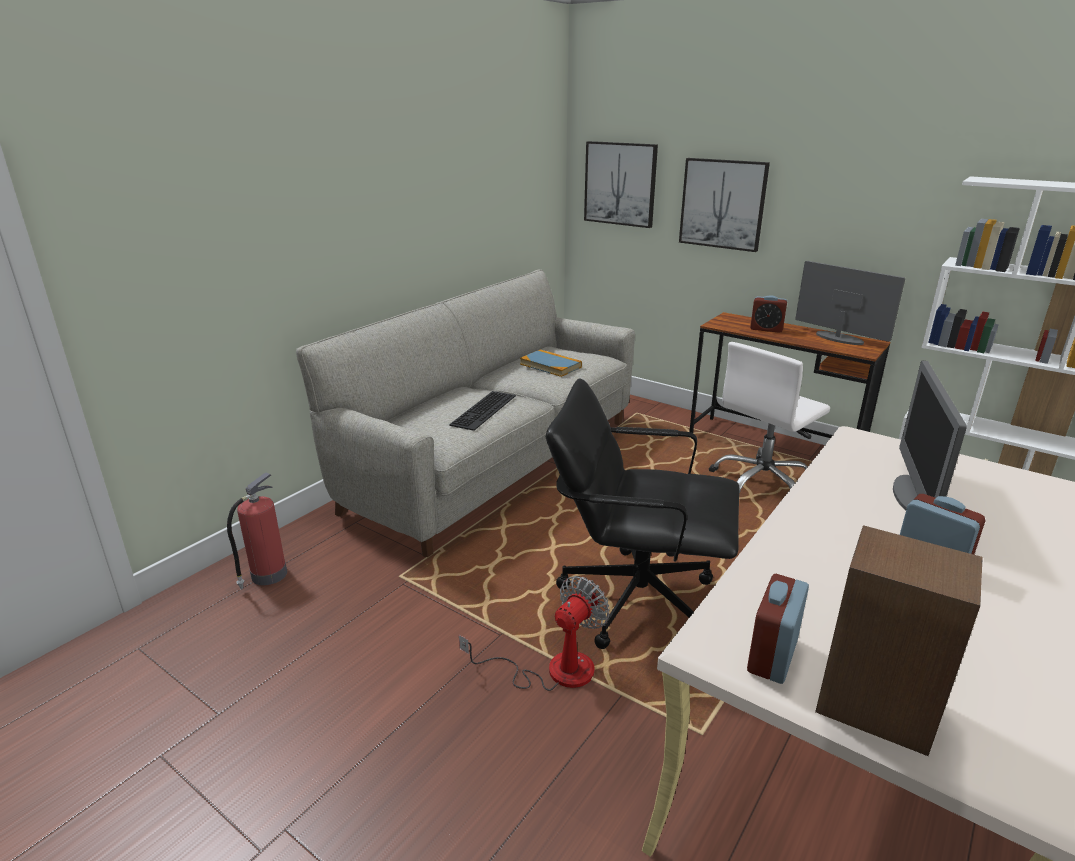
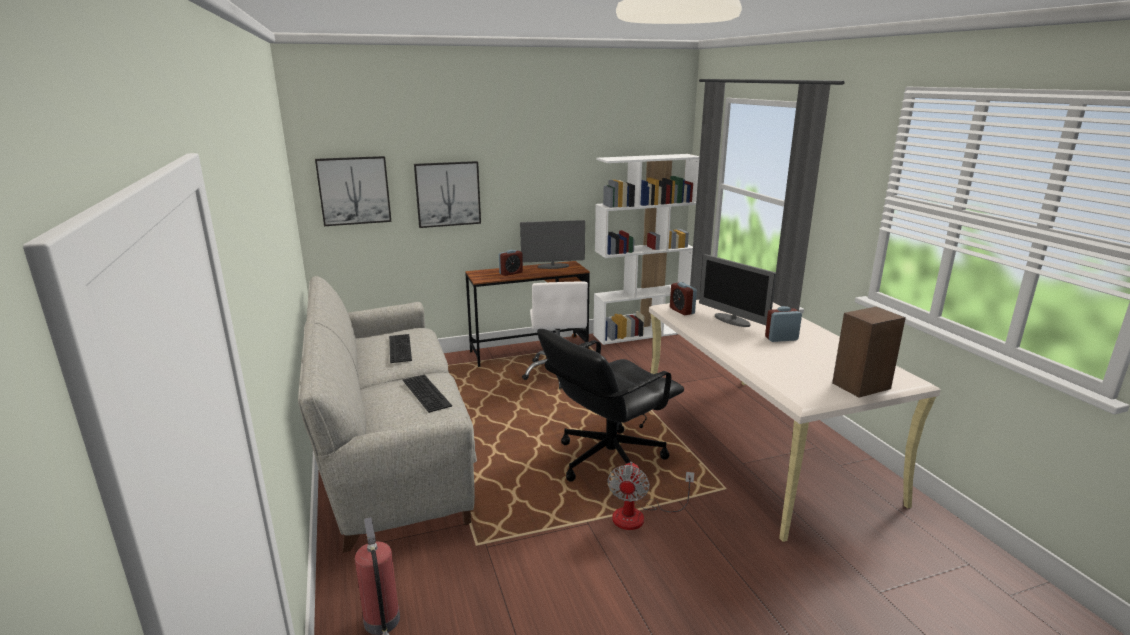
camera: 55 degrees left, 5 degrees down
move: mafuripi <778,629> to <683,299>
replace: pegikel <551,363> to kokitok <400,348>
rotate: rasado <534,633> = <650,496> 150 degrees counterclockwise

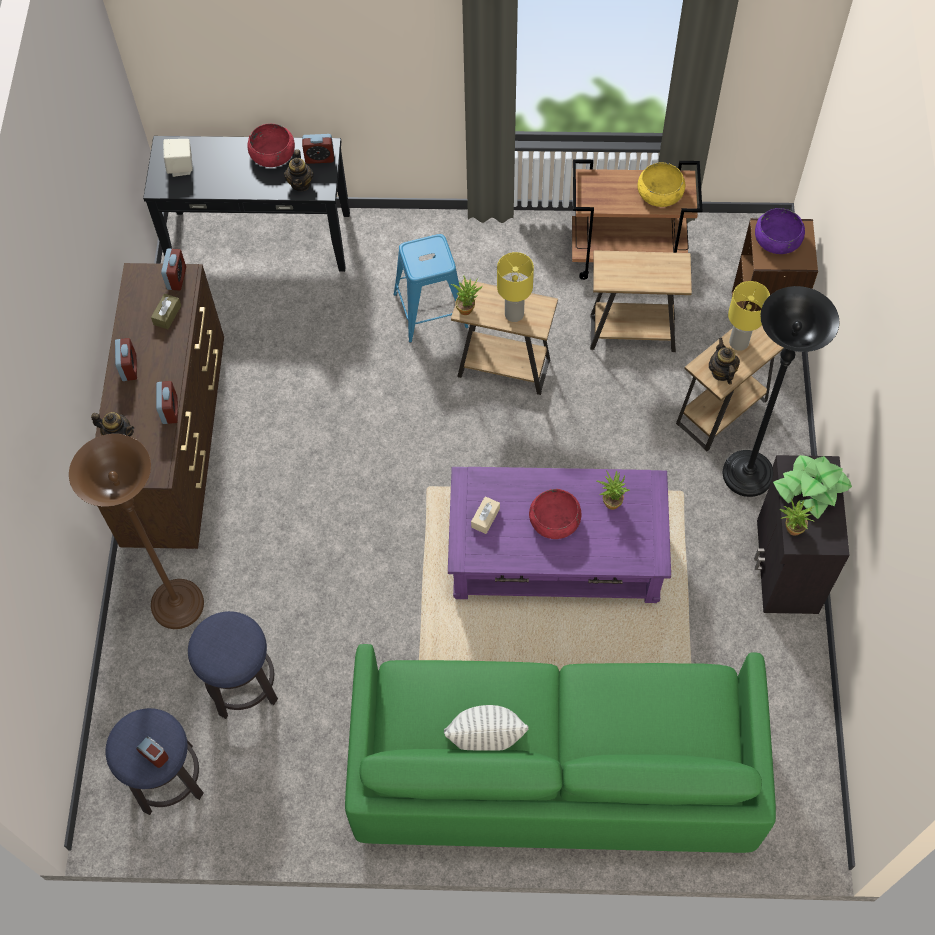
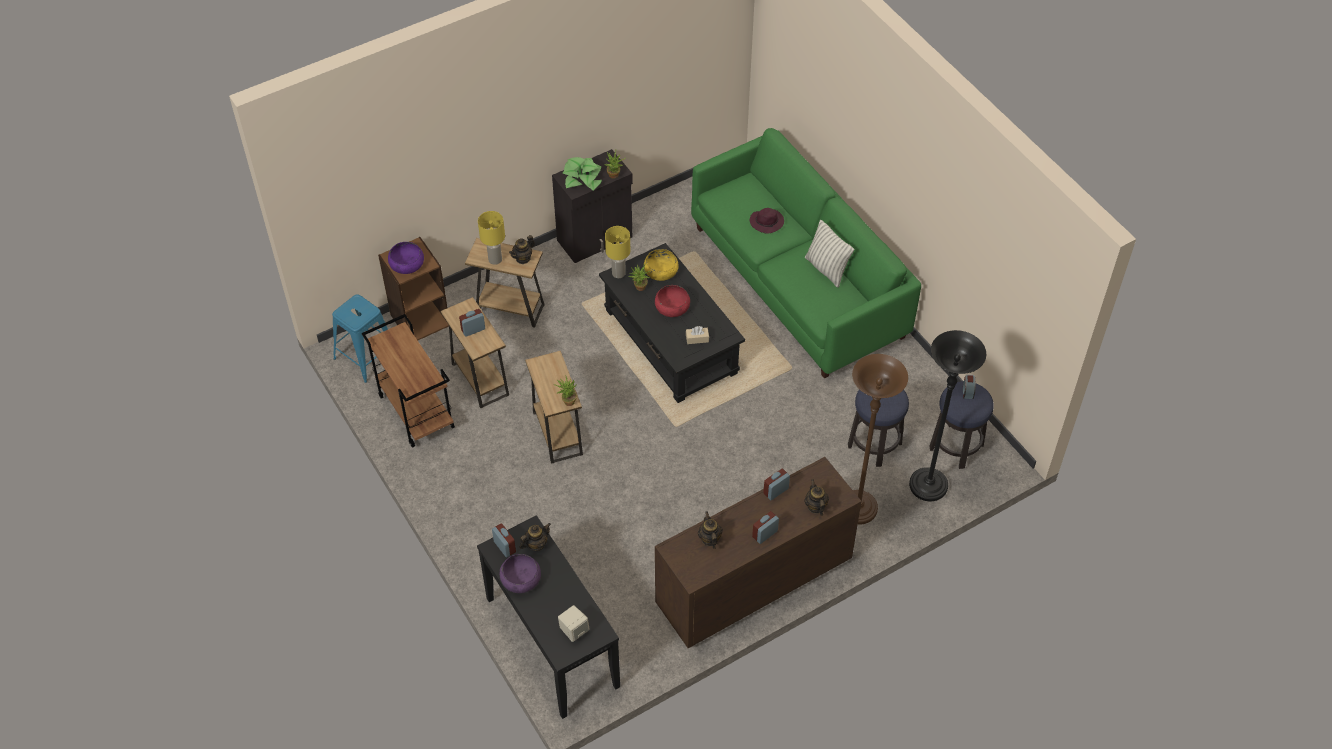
camera: 125 degrees left, 10 degrees down
insert: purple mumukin <767,221>
move: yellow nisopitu <661,185> to <661,265>; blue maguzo <431,288> to <360,338>; mafuripi <173,269> to <472,323>; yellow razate <515,287> to <617,252>; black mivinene <781,391> to <947,415>
replace: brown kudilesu <166,311> to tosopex <710,530>
recolor: red nisopitu <271,145> to purple nisopitu <520,573>; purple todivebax <559,535> to black todivebax <672,323>

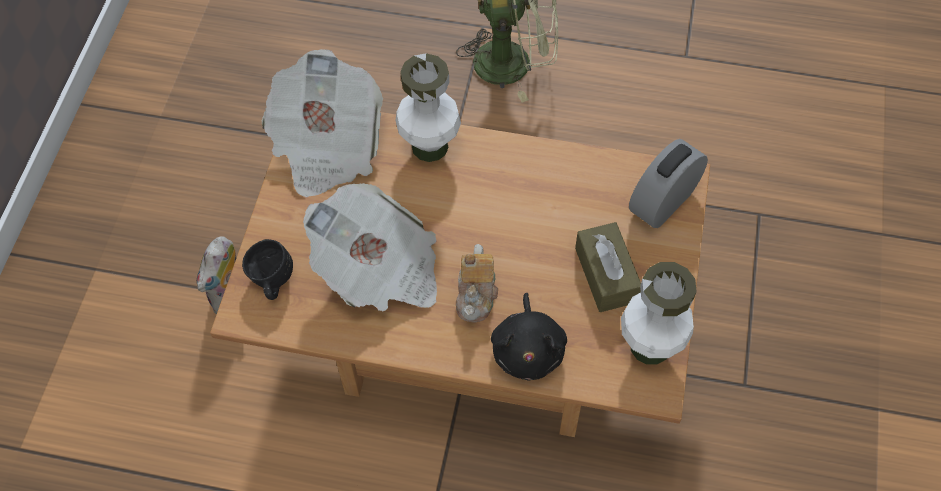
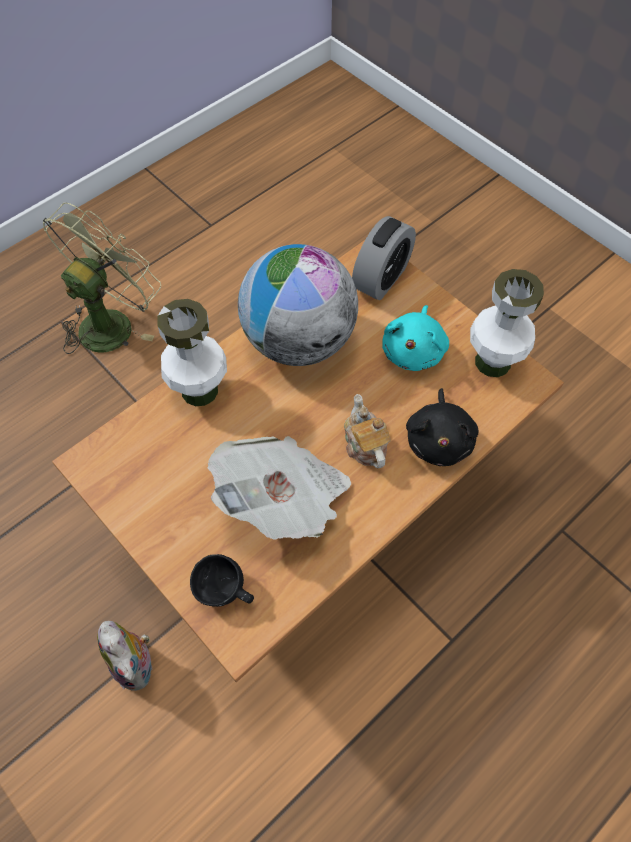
camera: 55 degrees left, 0 degrees up
delete: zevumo <322,123>
insert: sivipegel <298,305>
replace: brown kudilesu <608,267> to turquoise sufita <415,338>
rotate: mafuripi <668,183> = <384,258> 135 degrees counterclockwise; tosopex <477,283> = <367,431> 150 degrees counterclockwise; black sufita <529,337> = <442,427> 60 degrees clockwise

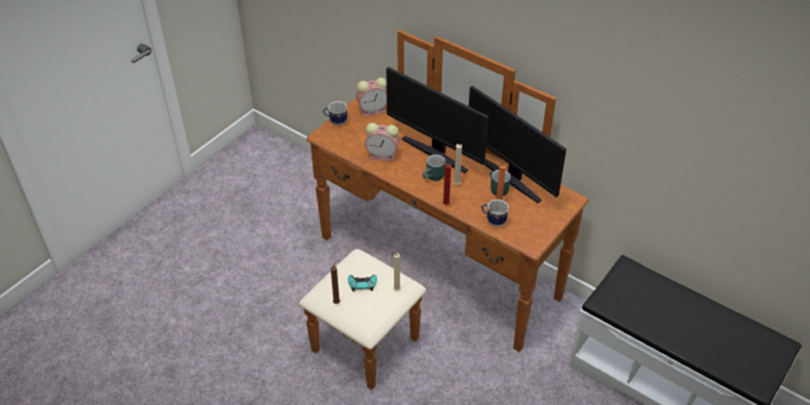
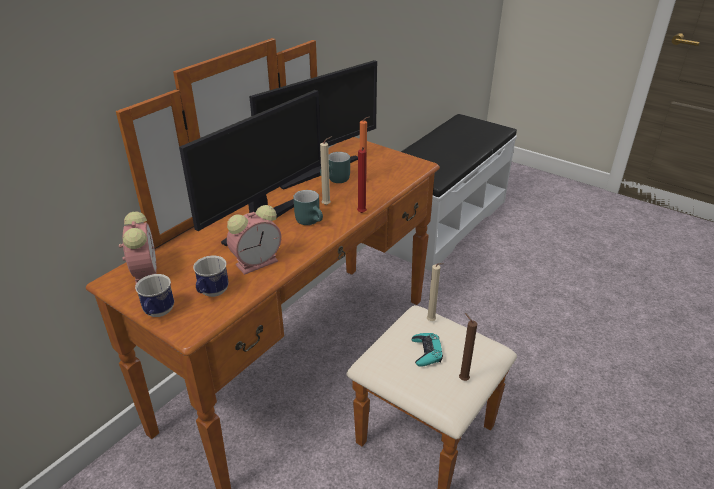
camera: 90 degrees left, 10 degrees down
move: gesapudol <495,212> to <211,276>
rotate: mafuripi <382,142> = <254,240> 45 degrees clockwise

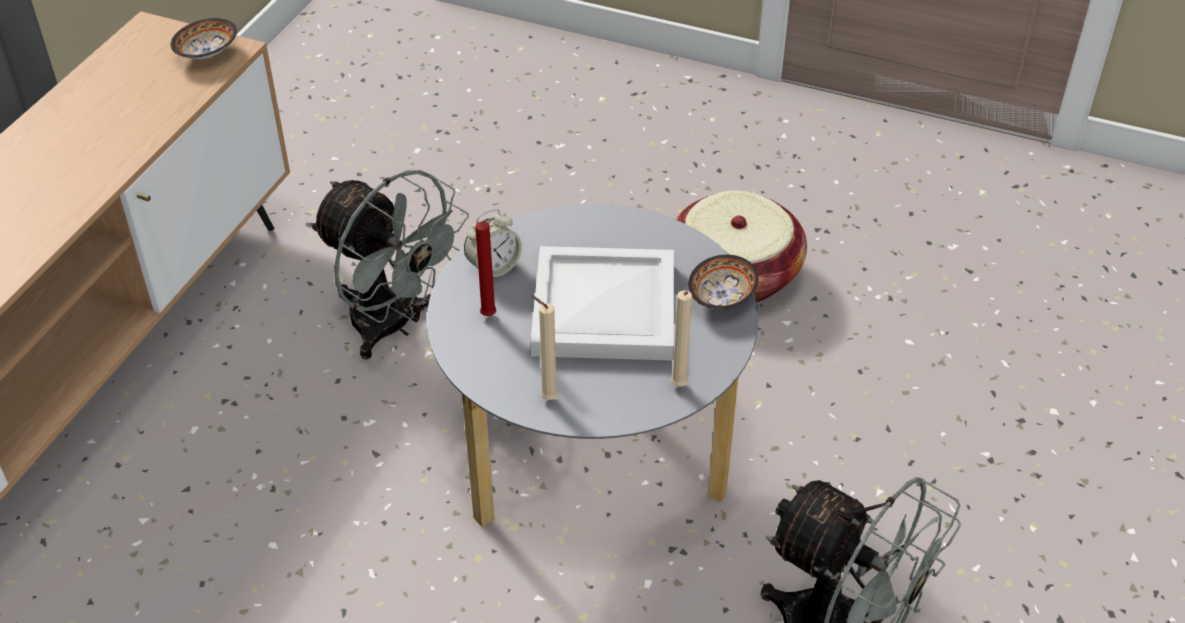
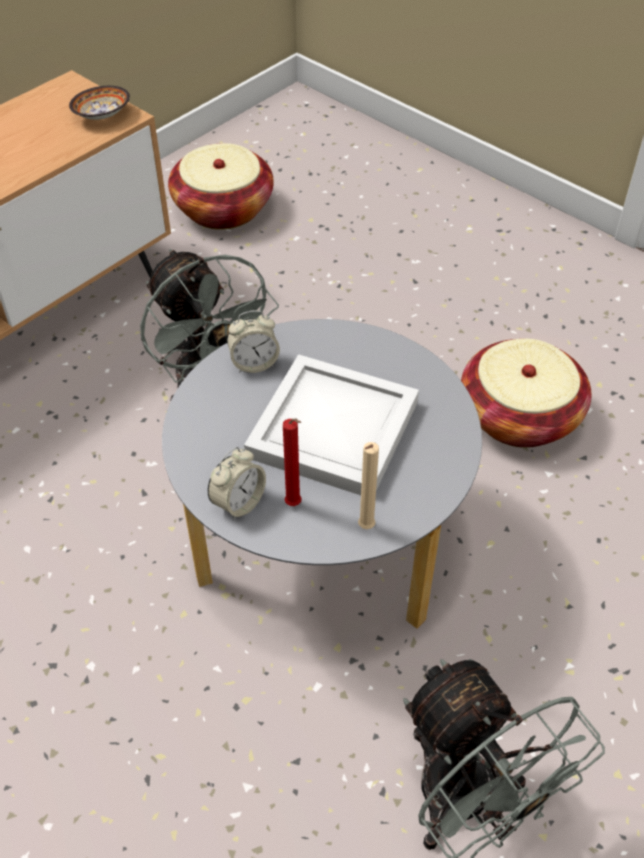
camera: 20 degrees right, 5 degrees up
delete: nisopitu <723,282>
insert: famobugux <221,186>
move: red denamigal <486,267> to <292,462>
replace: beige denamigal <544,347> to mafuripi <237,483>

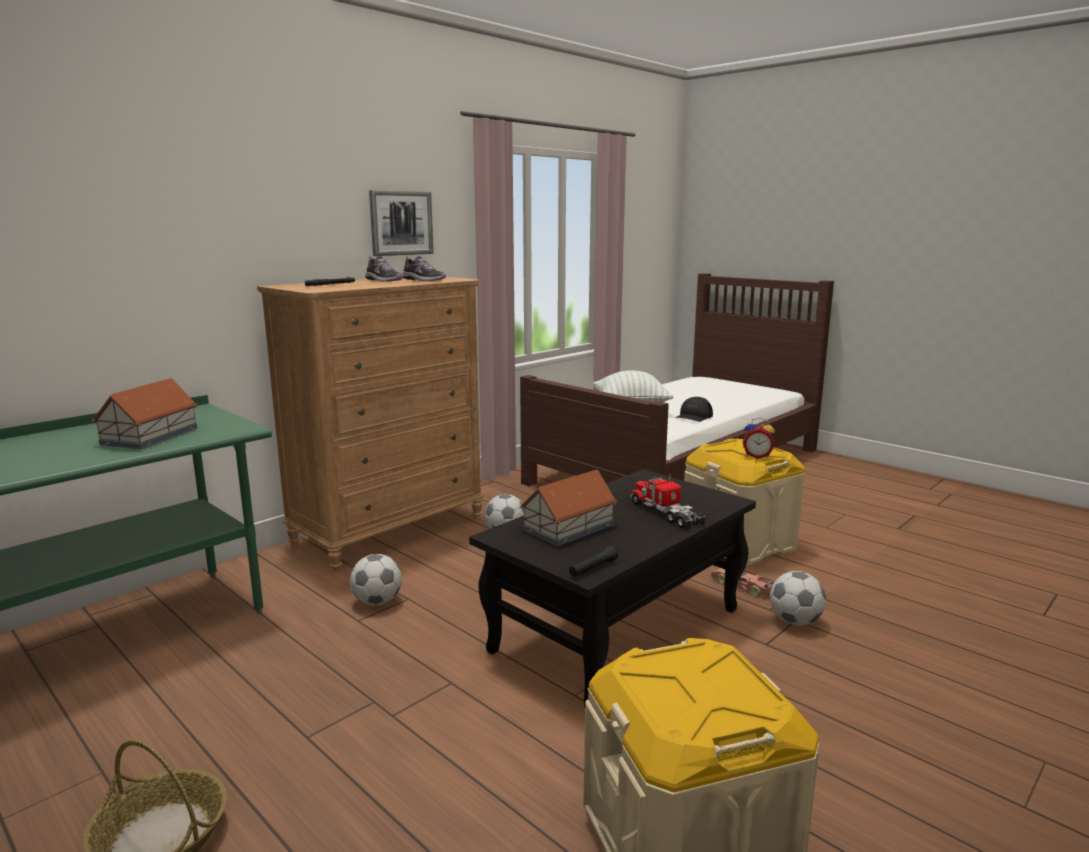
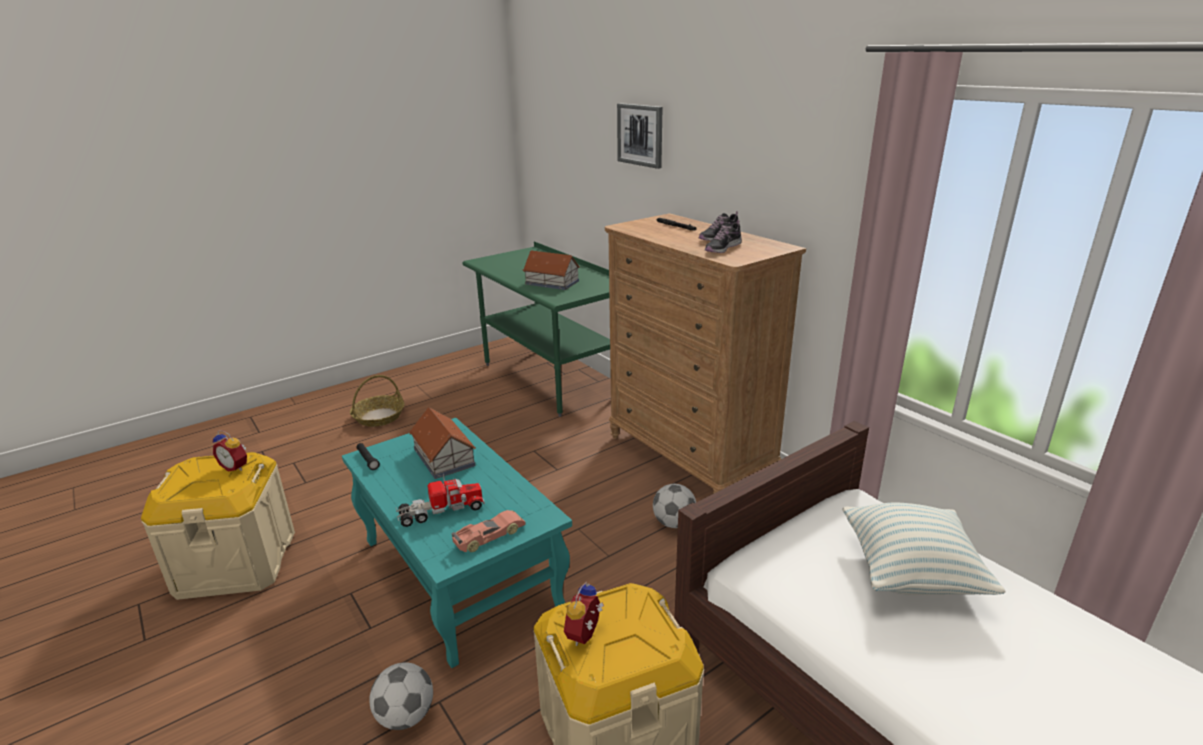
camera: 100 degrees right, 10 degrees up
delete: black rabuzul <694,409>; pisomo <376,579>
insert: mafuripi <230,451>
move: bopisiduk <401,223> to <639,136>; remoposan <742,582> to <488,531>
recolor: black todivebax <612,588> to turquoise todivebax <457,543>

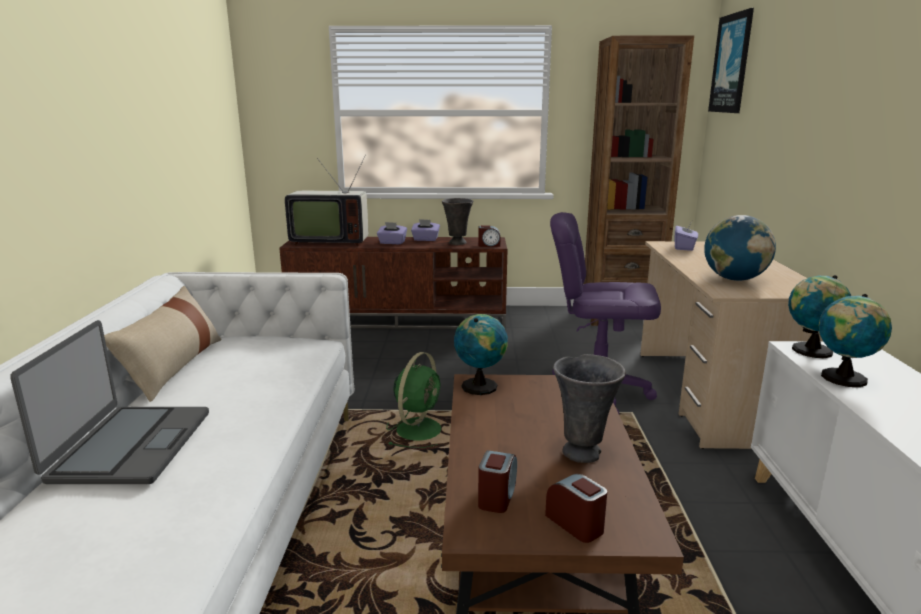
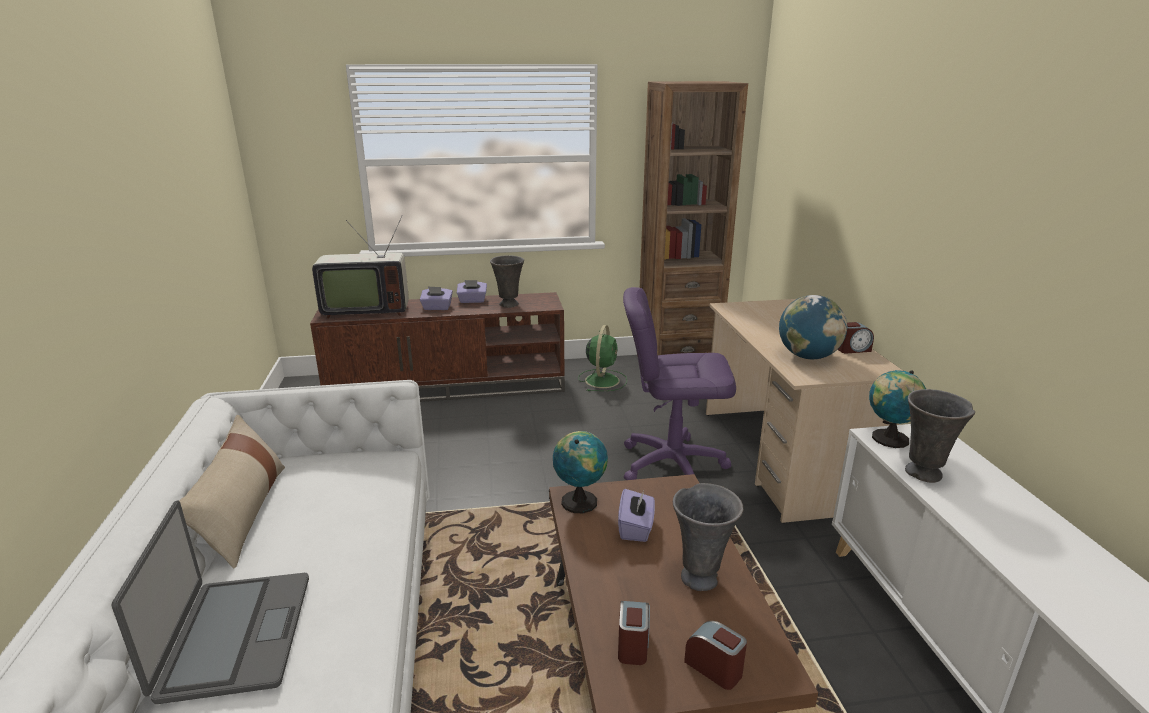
camera: 10 degrees left, 5 degrees up
delete: bopisiduk <731,60>
move: purple kudilesu <686,236> to <636,515>; mafuripi <489,236> to <856,337>; green rasado <413,400> to <602,358>
replace: sivipegel <855,340> to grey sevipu <940,436>

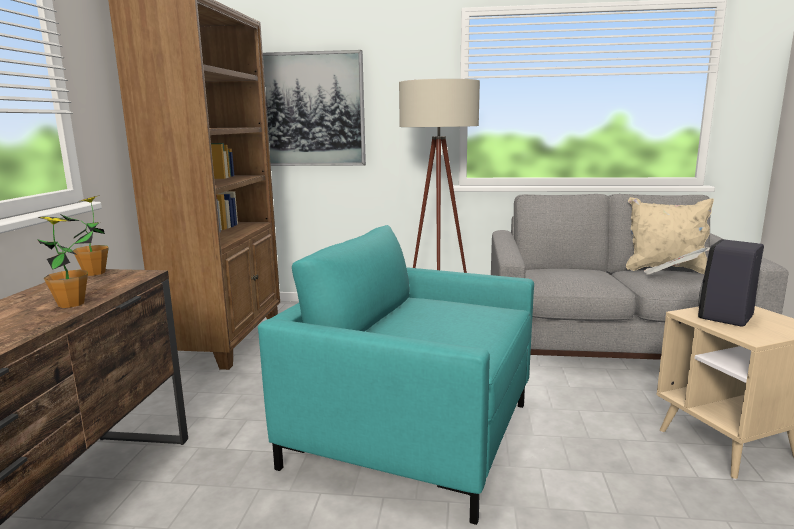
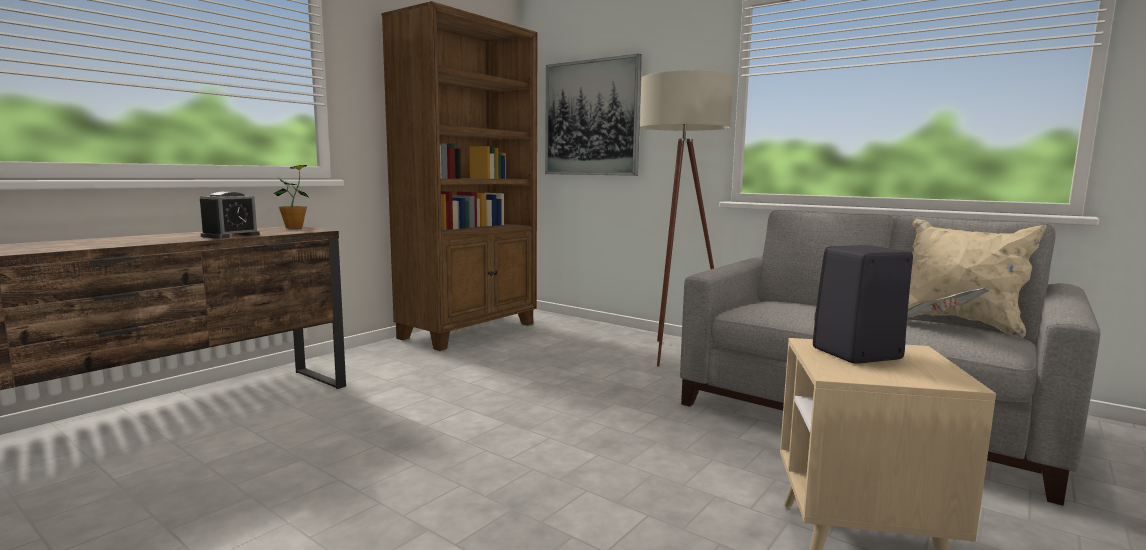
camera: 30 degrees right, 5 degrees down
delete: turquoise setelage <396,375>
replace: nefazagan <65,262> to mafuripi <230,215>

